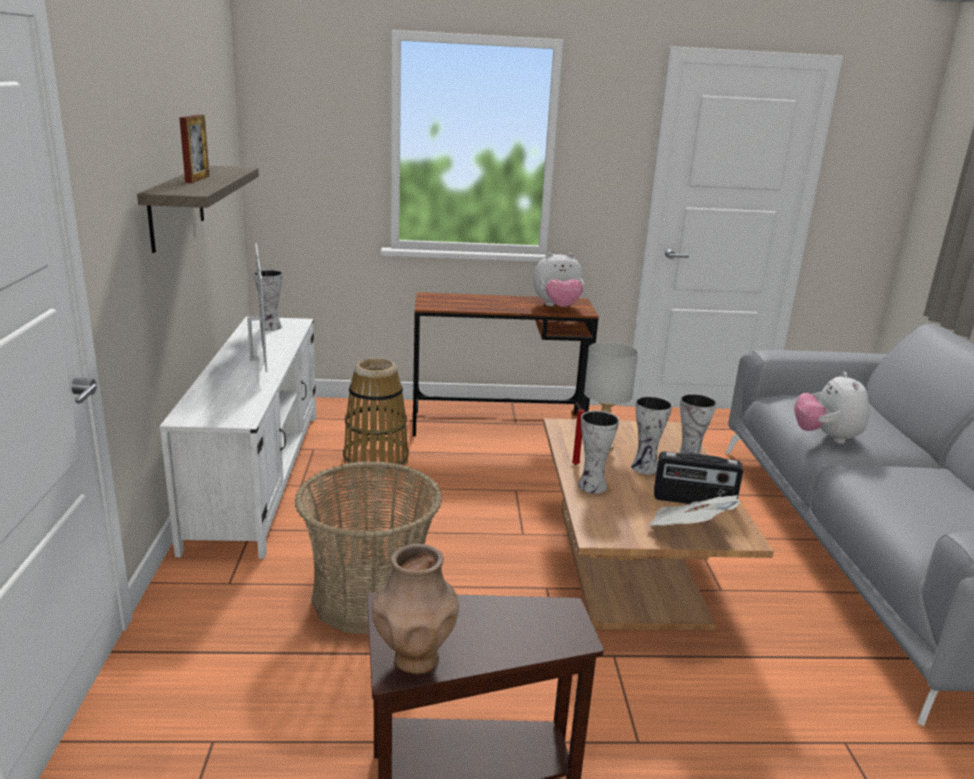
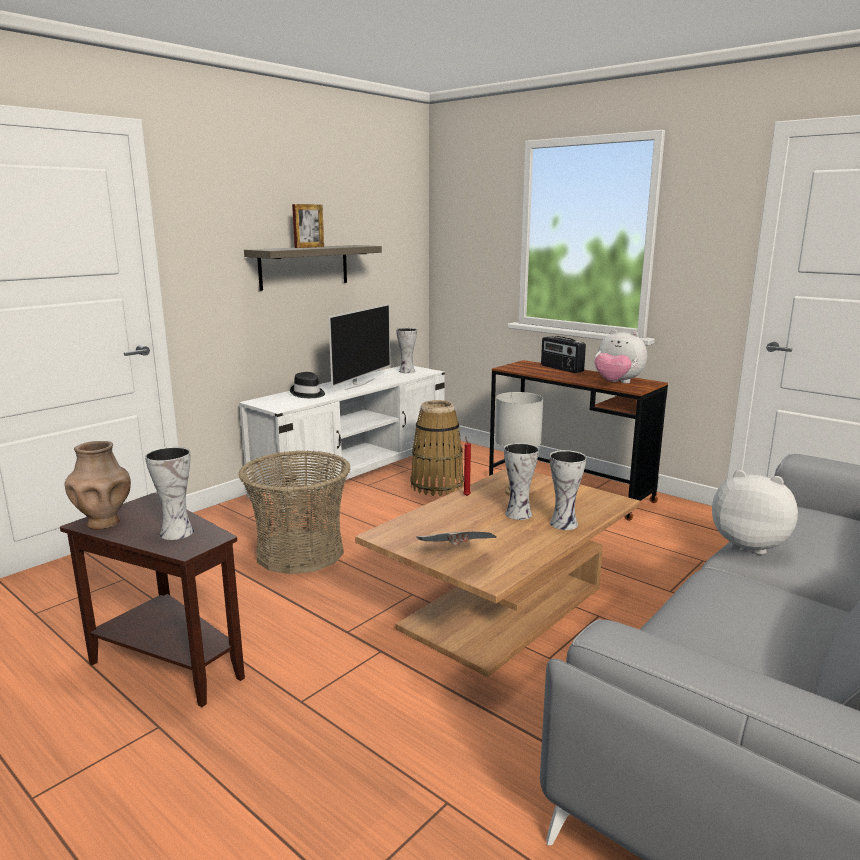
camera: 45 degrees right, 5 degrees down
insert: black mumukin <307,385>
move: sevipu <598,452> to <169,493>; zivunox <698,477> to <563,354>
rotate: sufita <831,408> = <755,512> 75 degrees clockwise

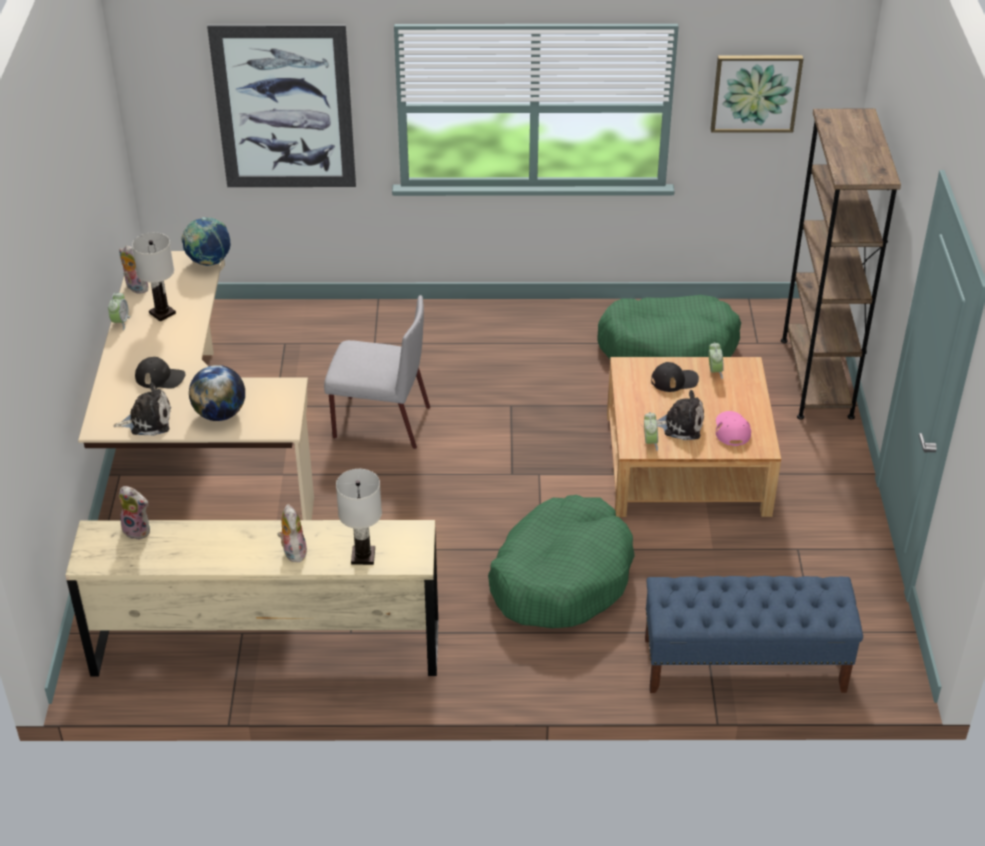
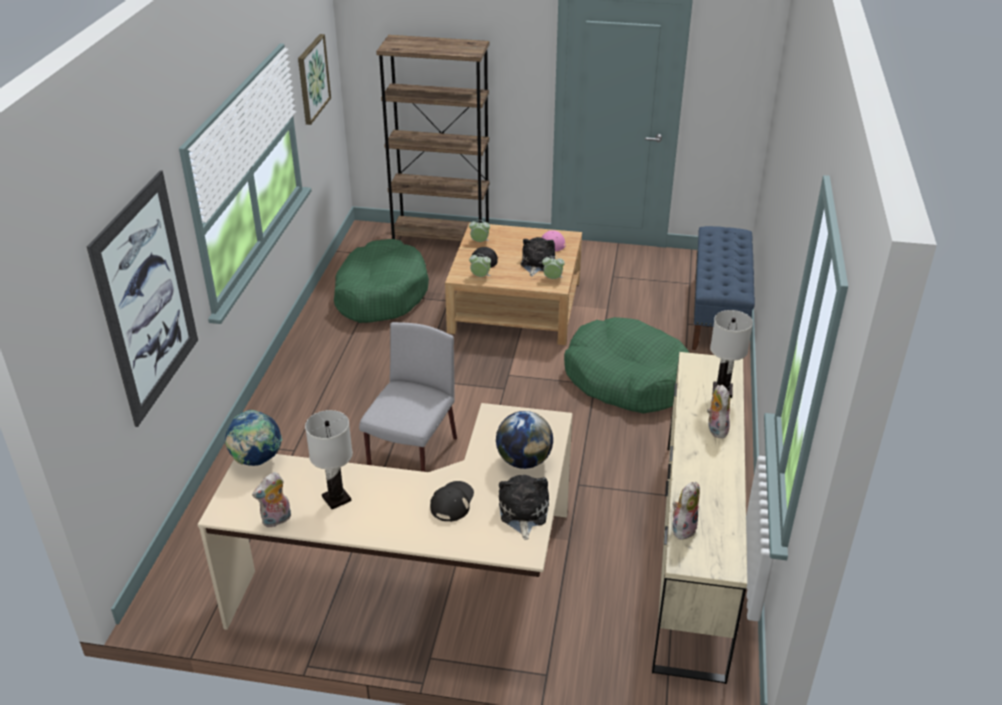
camera: 80 degrees left, 5 degrees down
move: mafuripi <119,311> to <480,265>
rotate: sufita <292,533> = <718,411> 90 degrees clockwise

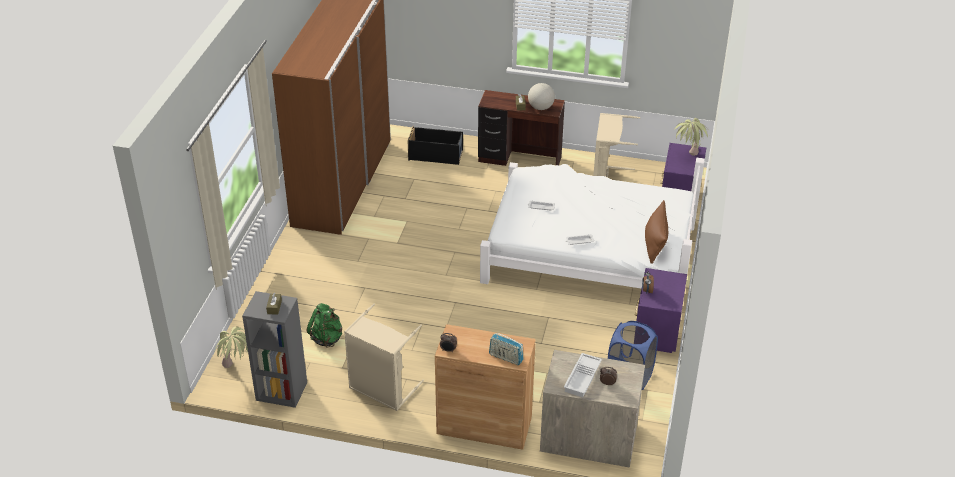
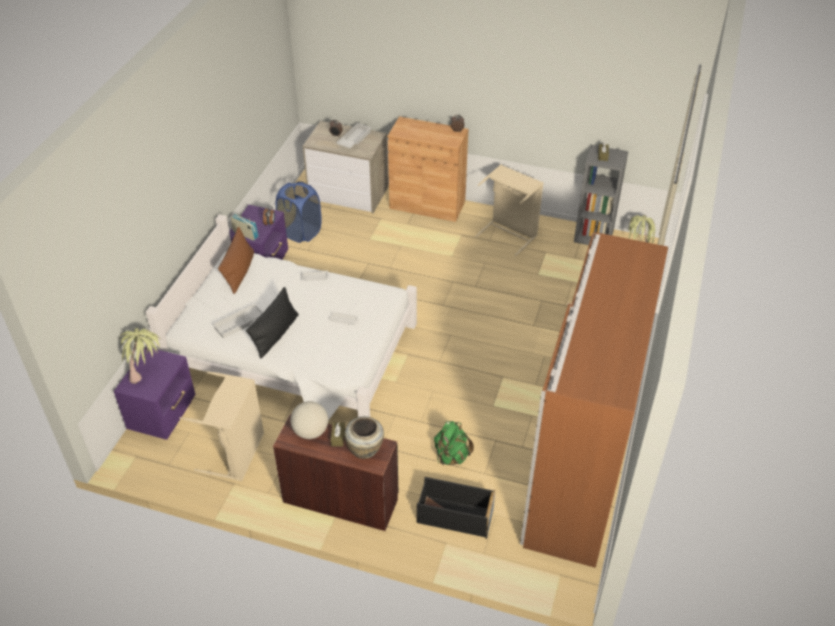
camera: 175 degrees left, 5 degrees up
insert: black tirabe <272,323>; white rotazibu <238,321>; beige sevipu <364,437>
move: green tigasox <324,325> to <454,443>; zivunox <506,349> to <245,227>

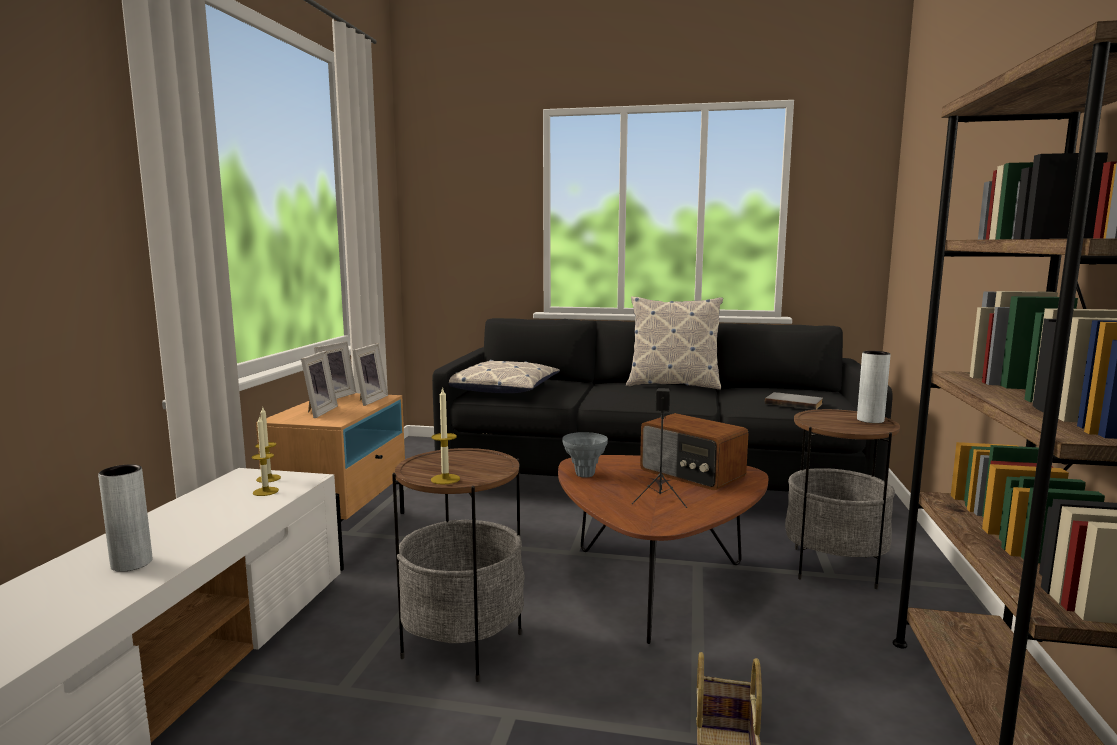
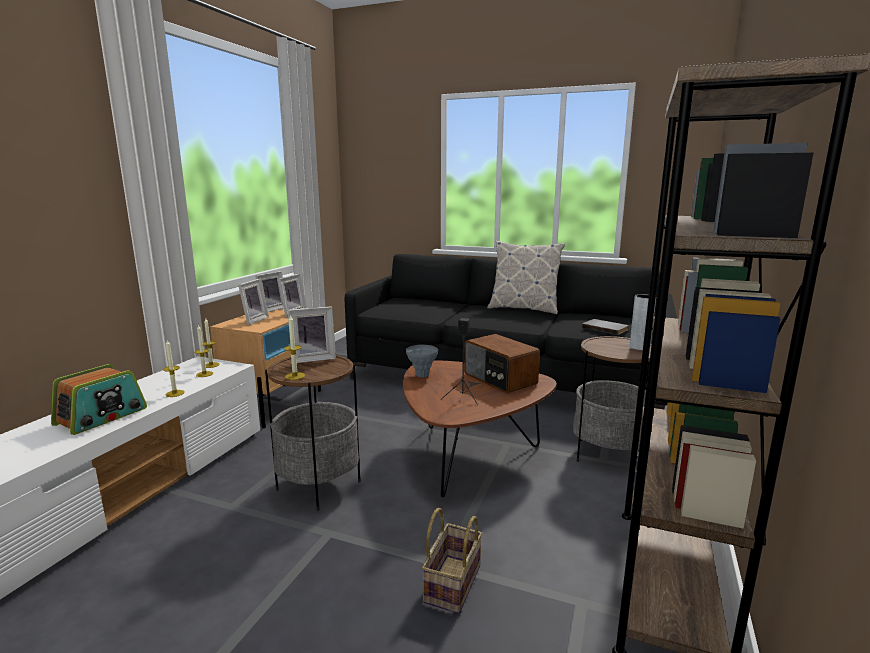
camera: 10 degrees right, 5 degrees up
delete: tirabe <504,376>
insert: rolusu <311,334>; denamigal <174,368>
replace: grey sevipu <125,518> to zivunox <99,399>

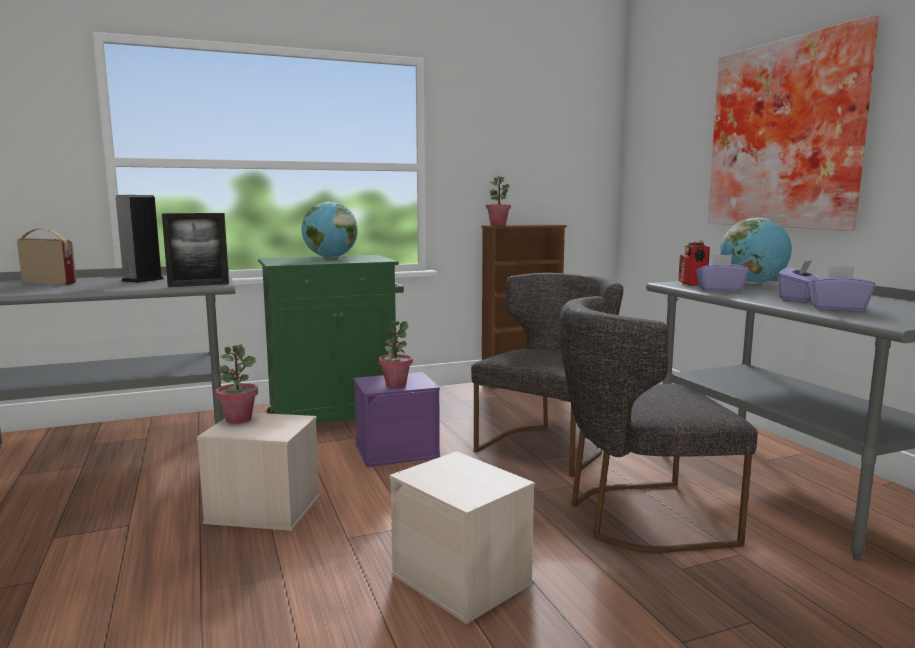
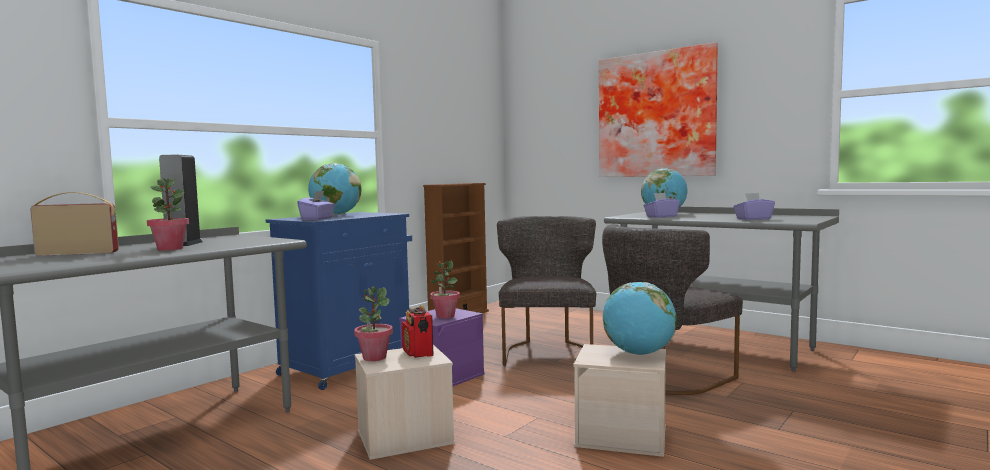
camera: 30 degrees left, 5 degrees down
delete: rolusu <195,250>
insert: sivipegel <640,318>
move: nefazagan <498,200> to <168,214>; zivunox <694,263> to <418,331>; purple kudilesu <800,280> to <316,205>
recolor: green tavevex <331,339> to blue tavevex <339,301>

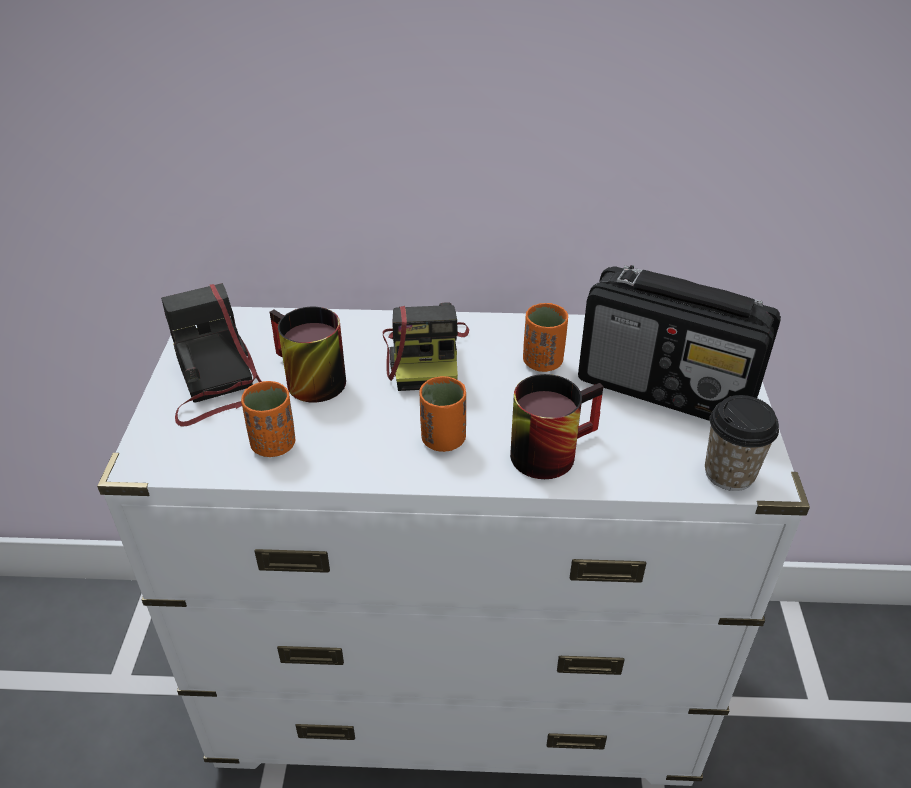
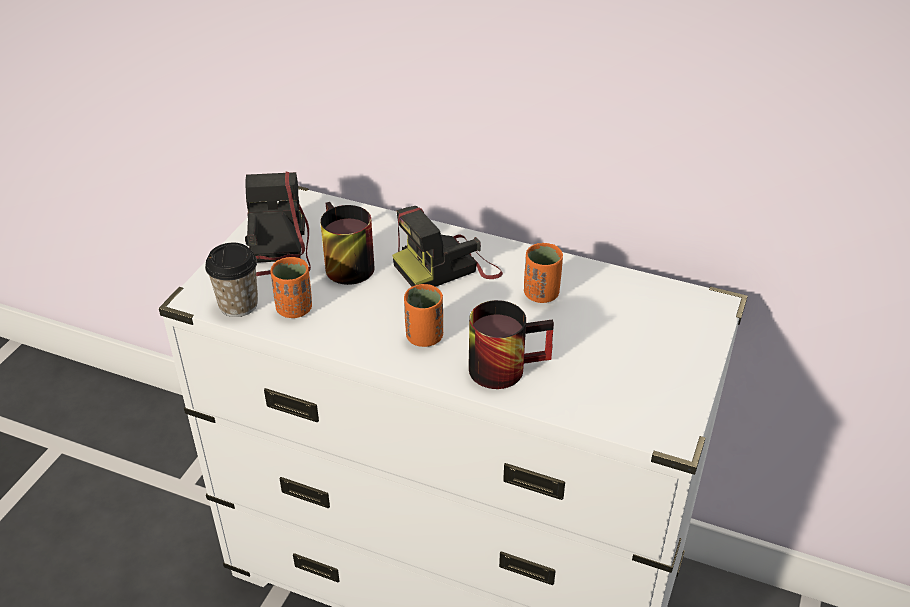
camera: 20 degrees right, 0 degrees up
delete: zivunox <679,343>
move: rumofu <742,443> to <231,280>
rotate: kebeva <426,346> = <447,246> 45 degrees clockwise

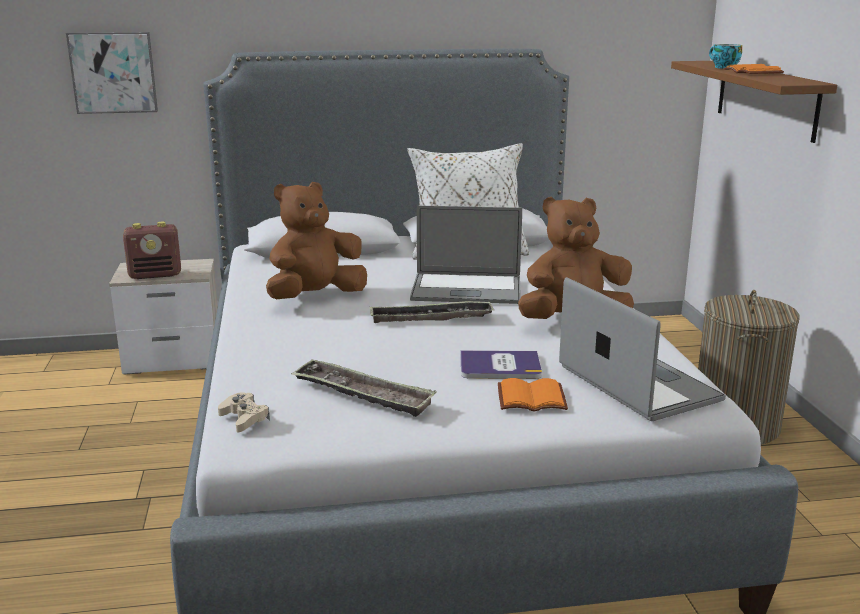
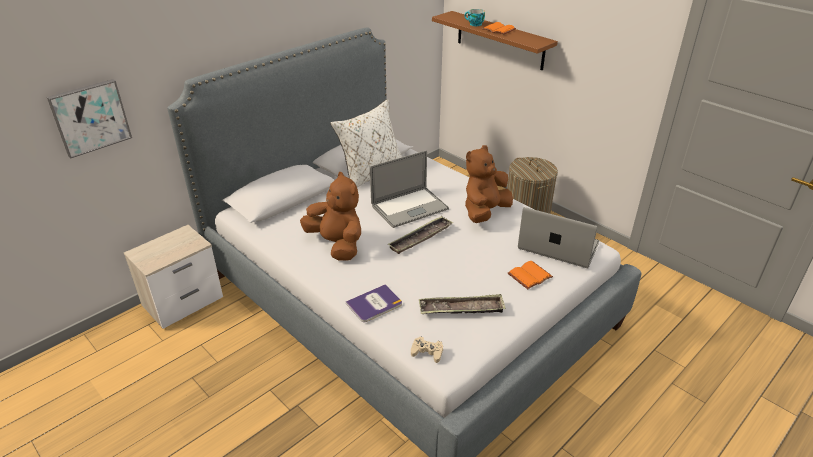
camera: 35 degrees left, 15 degrees up
delete: zivunox <152,250>
move: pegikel <501,364> to <374,303>
rotate: brown sufita <316,240> = <330,216> 120 degrees clockwise

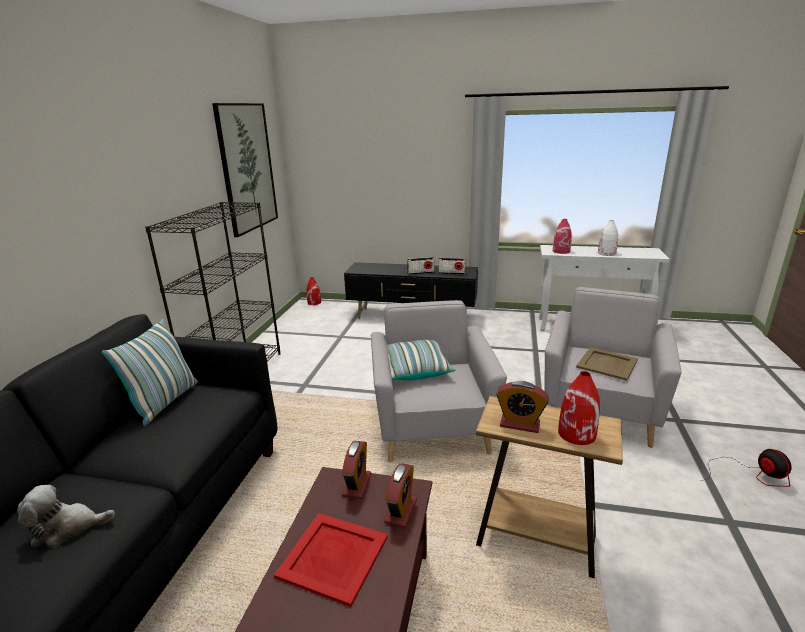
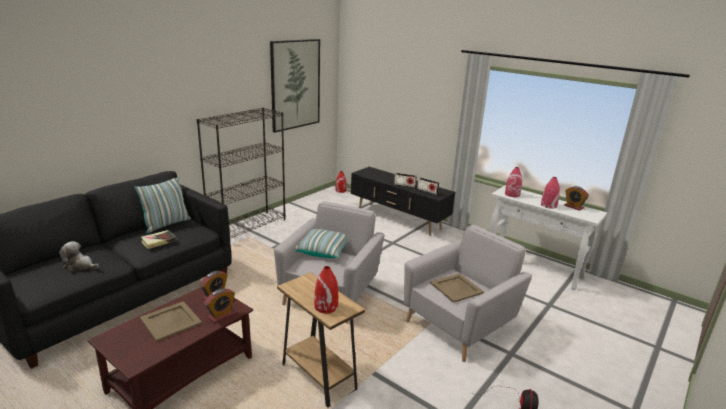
camera: 25 degrees right, 0 degrees up
insert: pegikel <158,239>
move: mafuripi <522,407> to <576,198>
recolor: white sevipu <608,238> to red sevipu <550,193>; red rotazibu <331,560> to beige rotazibu <171,321>

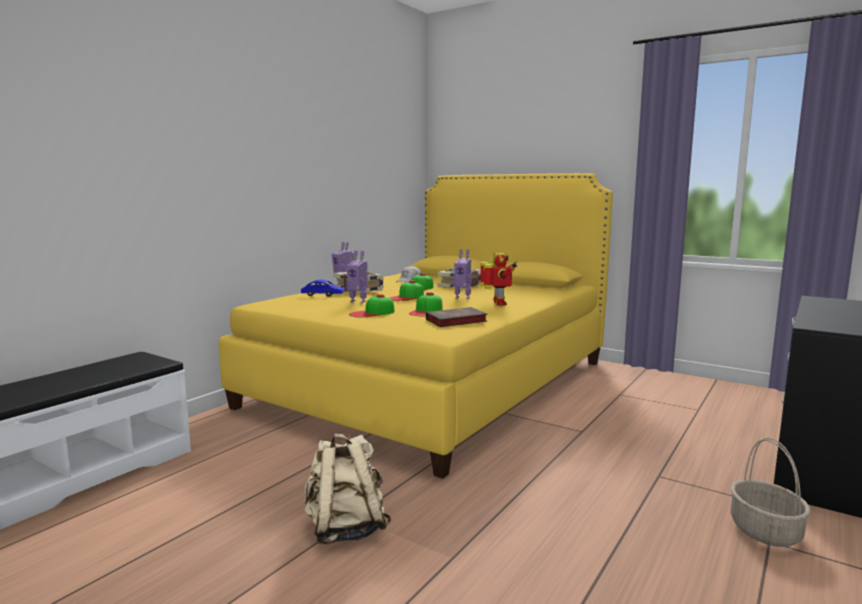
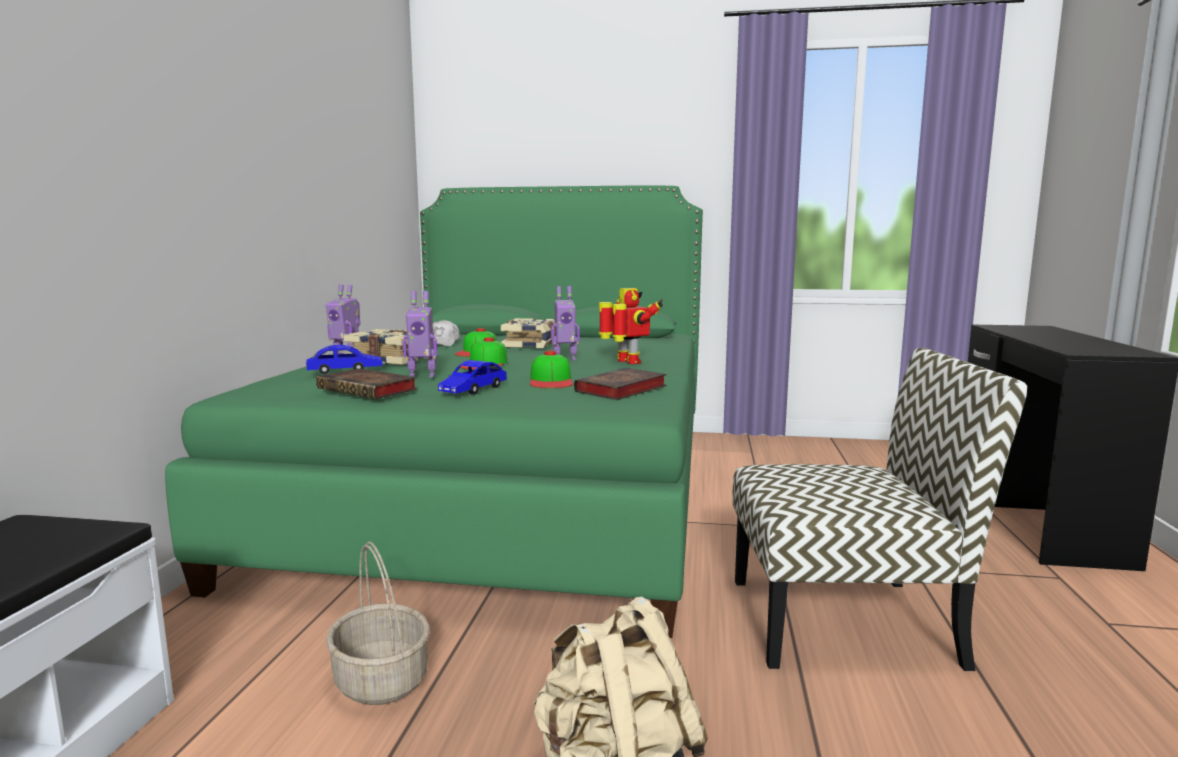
camera: 25 degrees left, 0 degrees up
insert: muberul <879,509>; pegikel <367,383>
move: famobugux <771,492> to <378,623>
replace: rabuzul <372,305> to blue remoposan <472,377>
recolor: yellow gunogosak <416,326> to green gunogosak <434,412>

